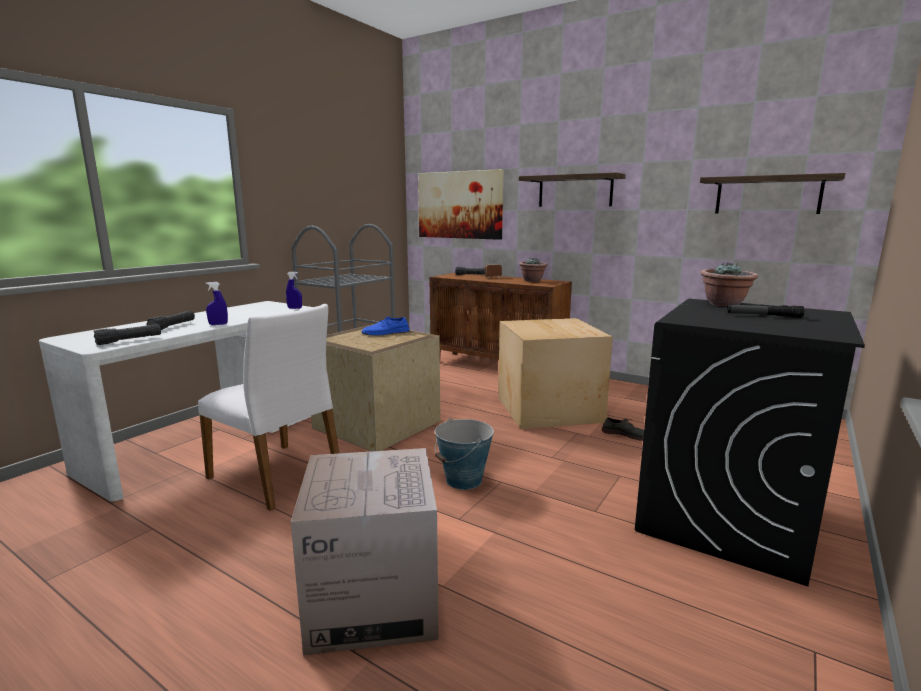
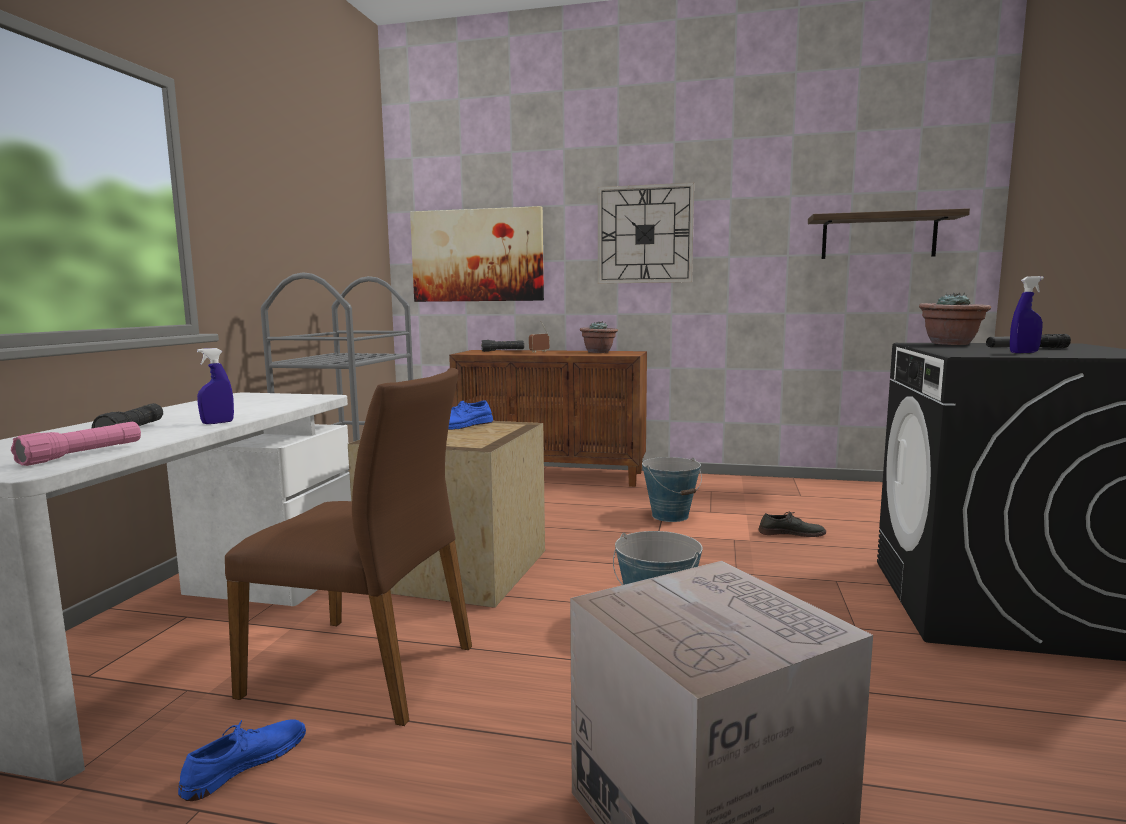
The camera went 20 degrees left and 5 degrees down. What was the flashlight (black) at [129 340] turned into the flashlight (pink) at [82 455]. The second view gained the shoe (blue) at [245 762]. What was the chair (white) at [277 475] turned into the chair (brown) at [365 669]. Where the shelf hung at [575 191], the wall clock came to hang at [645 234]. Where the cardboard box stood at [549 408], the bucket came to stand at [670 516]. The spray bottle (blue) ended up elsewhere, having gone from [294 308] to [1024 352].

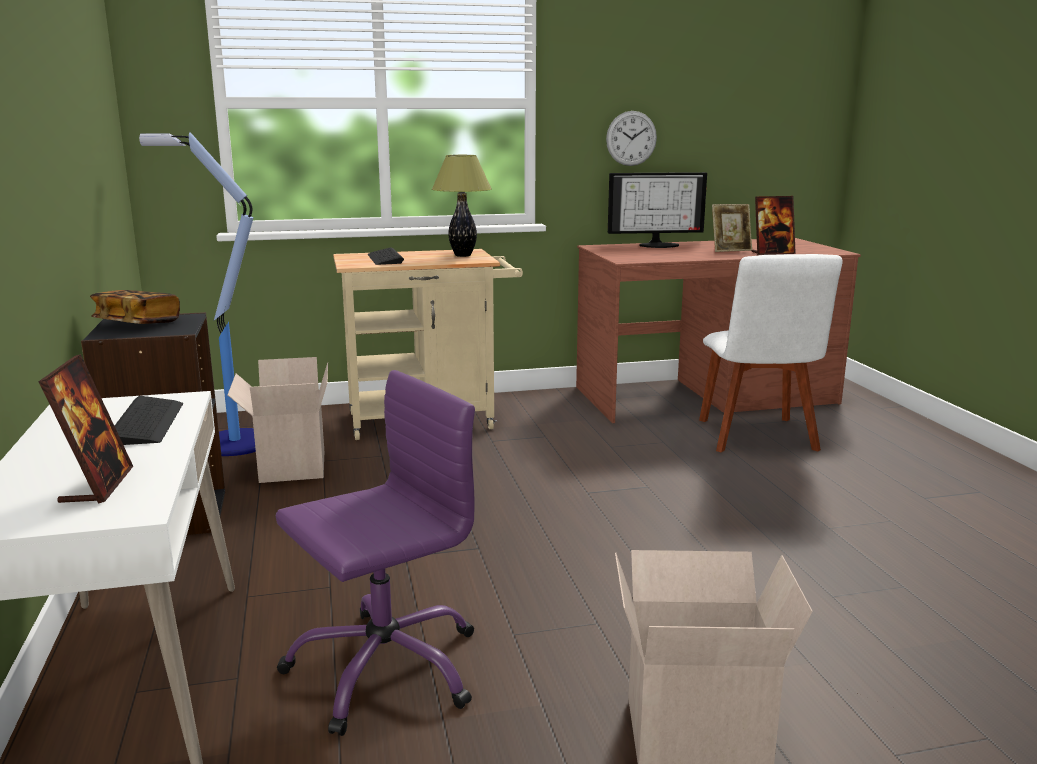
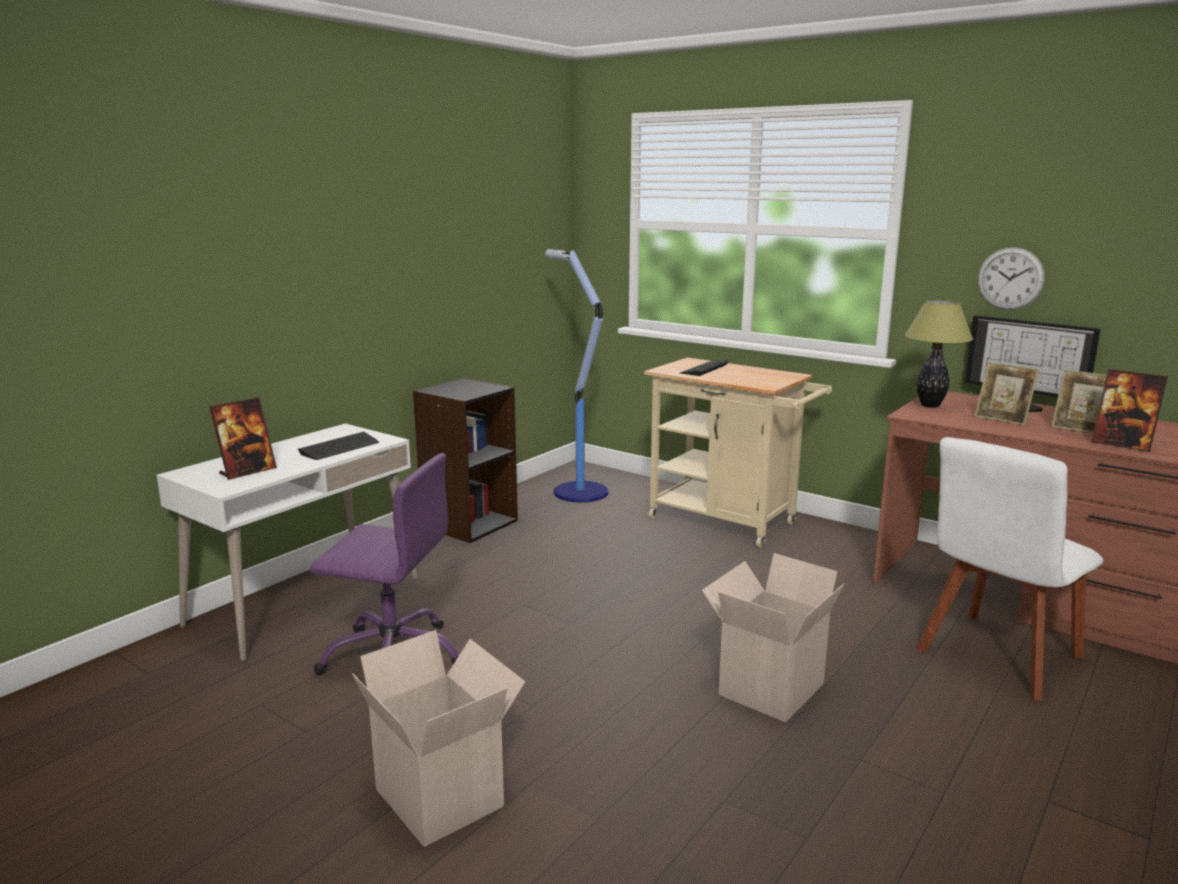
The camera went 50 degrees right and 0 degrees up. The cardboard box ended up elsewhere, having gone from [290 466] to [769 687]. The table lamp ended up elsewhere, having gone from [462 255] to [929 405]. The second view gained the picture frame at [1002 419]. The second view lost the book at [137 323].

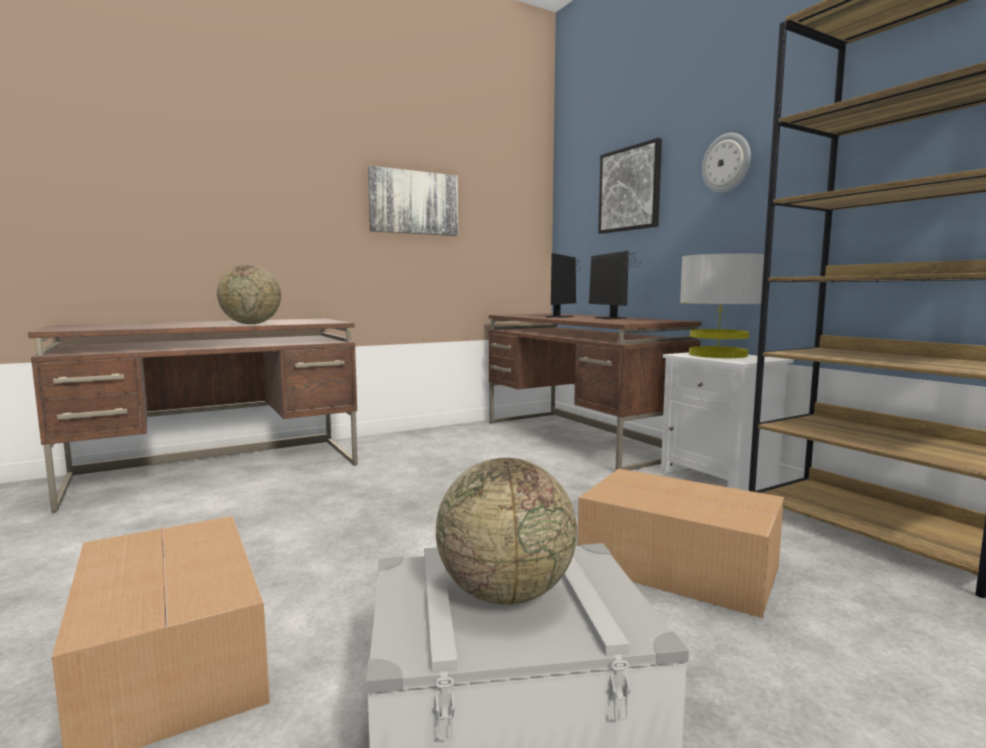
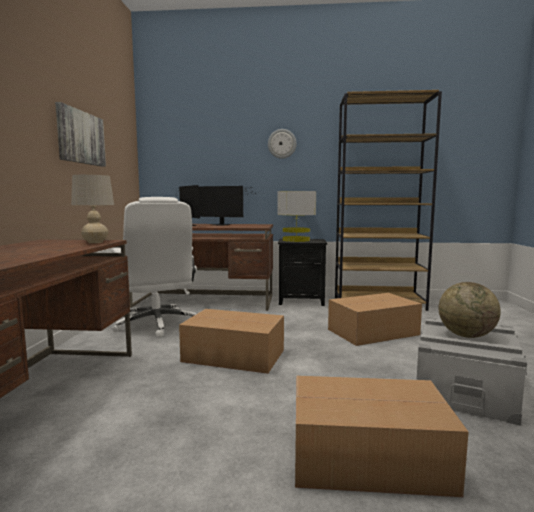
The camera went 55 degrees left and 0 degrees up. The second view gained the table lamp (beige) at [95 242]. The second view gained the office chair (white) at [157 324]. The second view gained the cardboard box at [235 356]. What was the nightstand (white) at [721 478] turned into the nightstand (black) at [302 300]. The second view lost the globe at [251 324]. The second view lost the picture at [630 189].

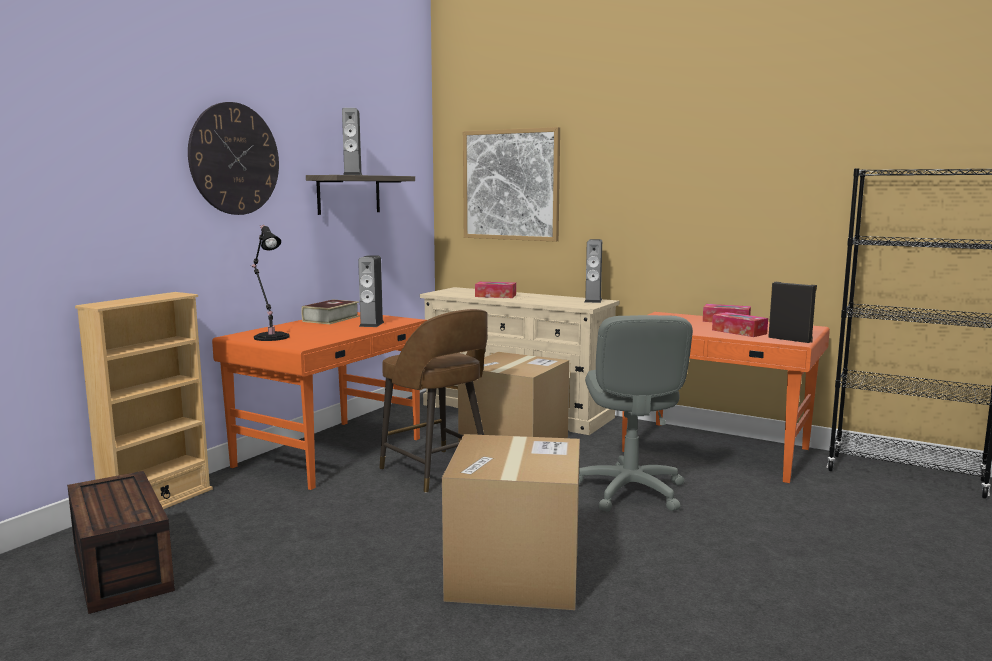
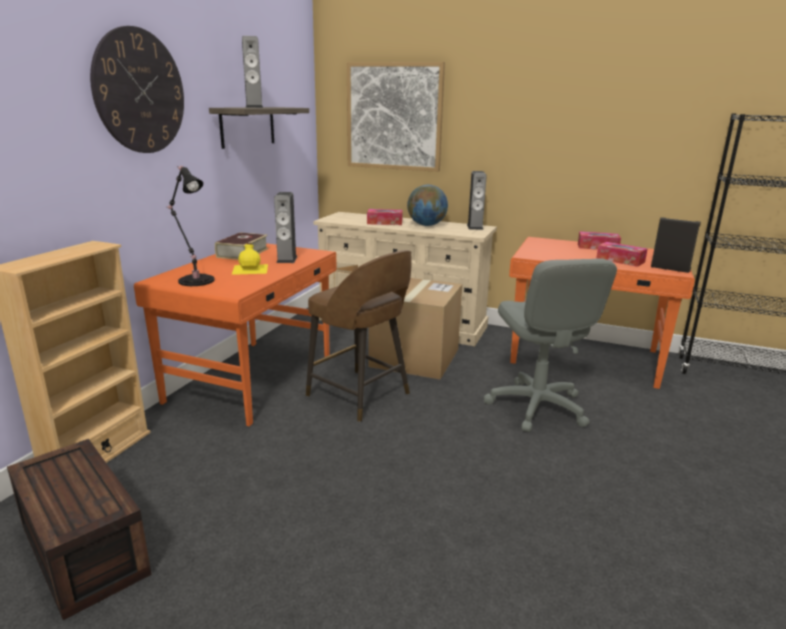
The camera went 10 degrees left and 10 degrees up. The second view gained the bottle (yellow) at [251 269]. The second view gained the globe at [426 225]. The second view lost the cardboard box at [515 572].

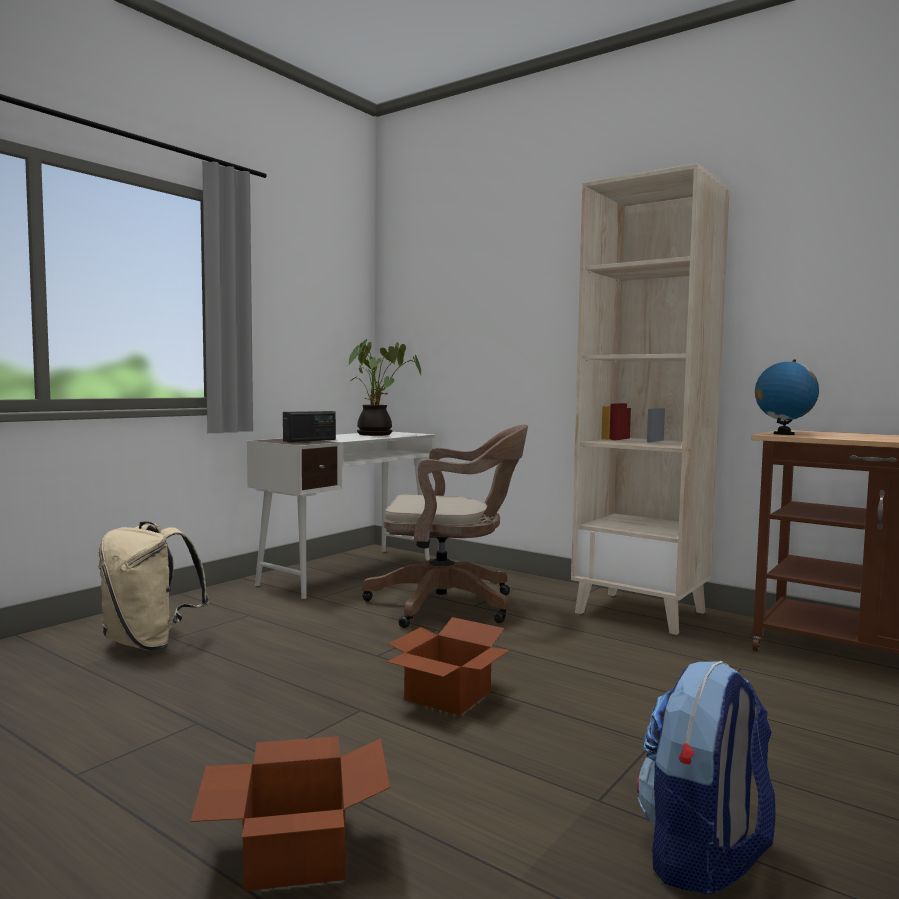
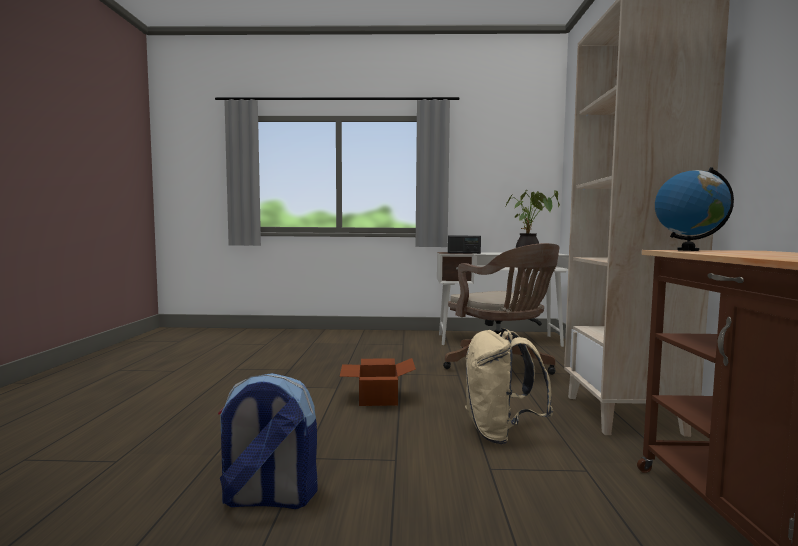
The camera went 55 degrees right and 0 degrees up. The backpack (beige) ended up elsewhere, having gone from [150 643] to [500 433]. The second view lost the cardboard box at [292 852].

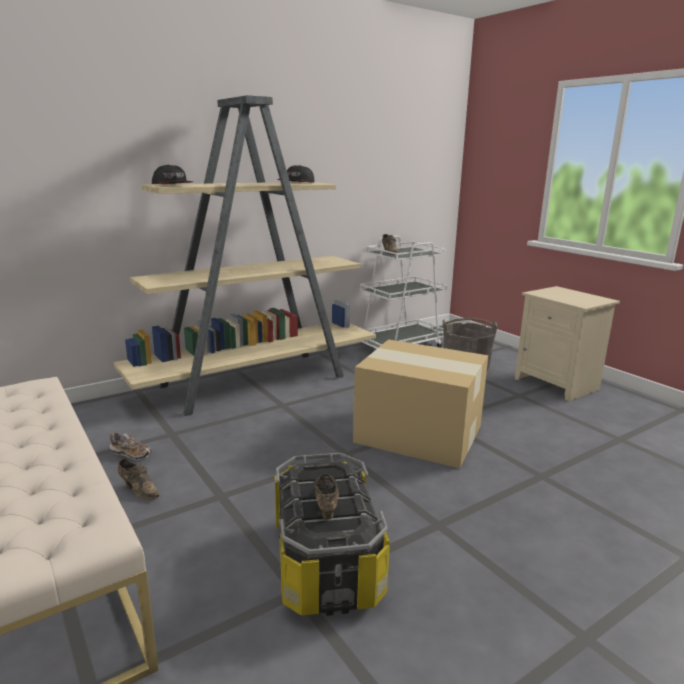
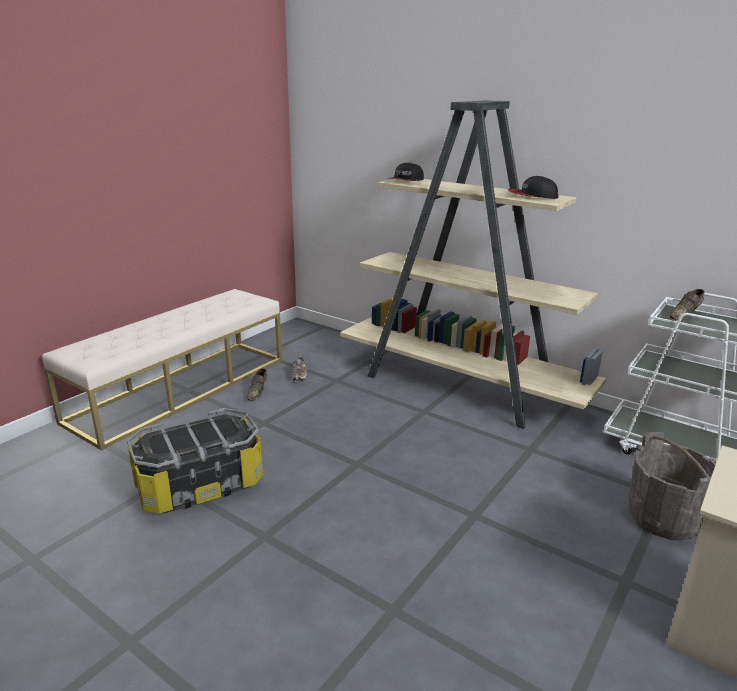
The camera went 70 degrees right and 5 degrees up. The second view lost the shoe (brown) at [326 506]. The second view lost the cardboard box at [417 433].

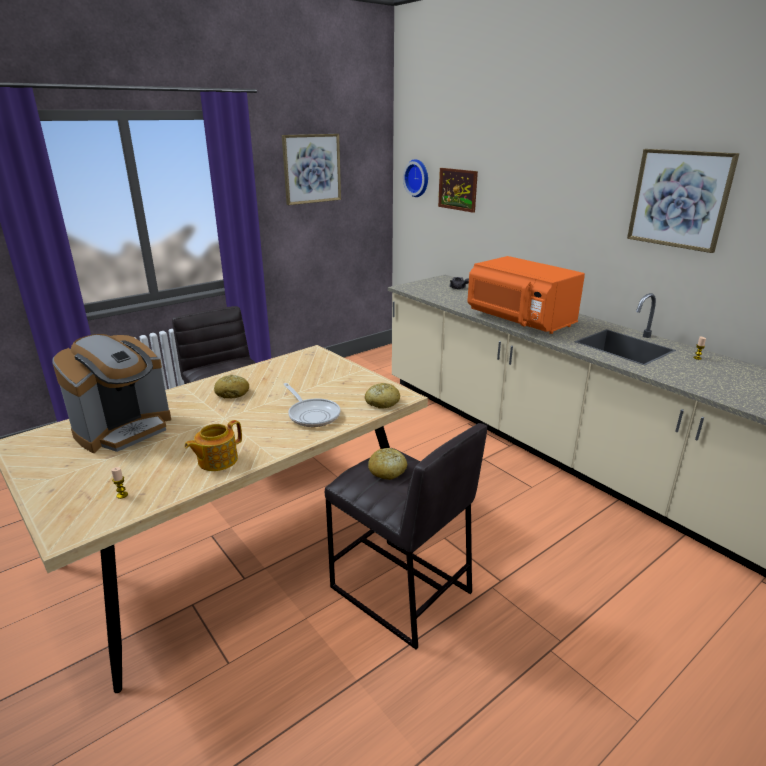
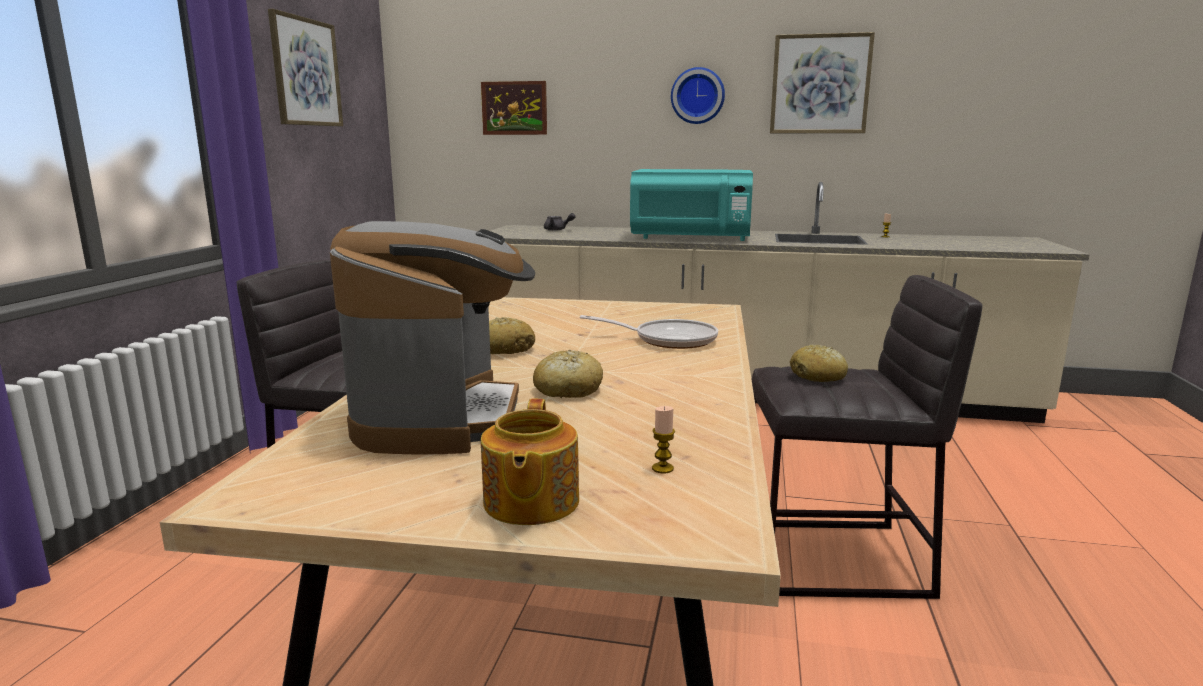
The camera went 40 degrees left and 10 degrees down. The teapot ended up elsewhere, having gone from [216 460] to [529 503]. The bread ended up elsewhere, having gone from [382 402] to [568 390]. What was the microwave (orange) at [520 321] turned into the microwave (turquoise) at [691 238]. The wall clock ended up elsewhere, having gone from [418 178] to [698 96].

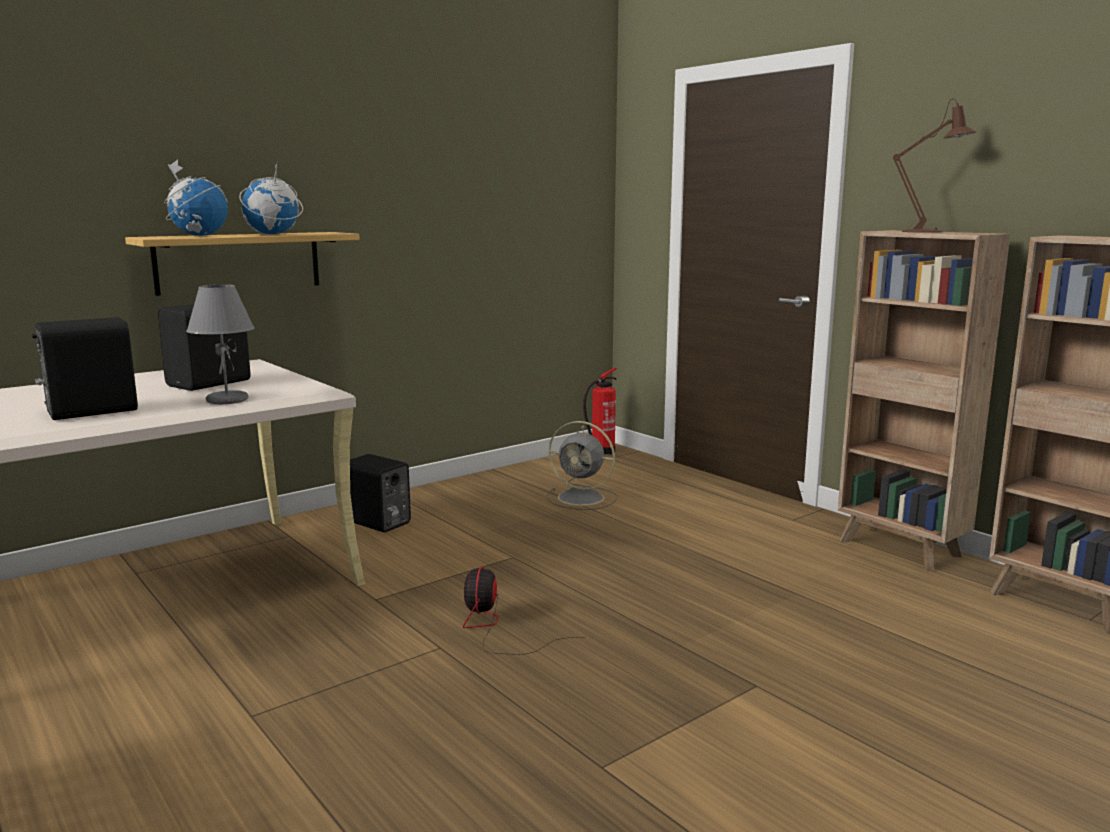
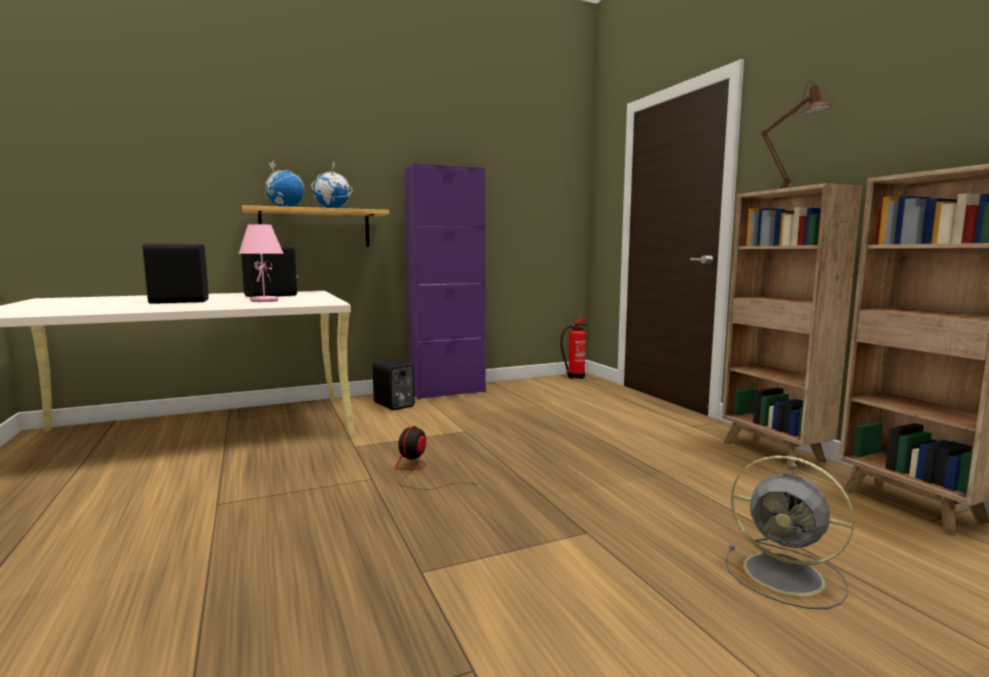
The camera went 15 degrees right and 5 degrees down. What was the table lamp (grey) at [227 400] turned into the table lamp (pink) at [264 301]. The second view gained the cabinet (purple) at [447 392]. The fan (grey) ended up elsewhere, having gone from [583 498] to [787 575].

